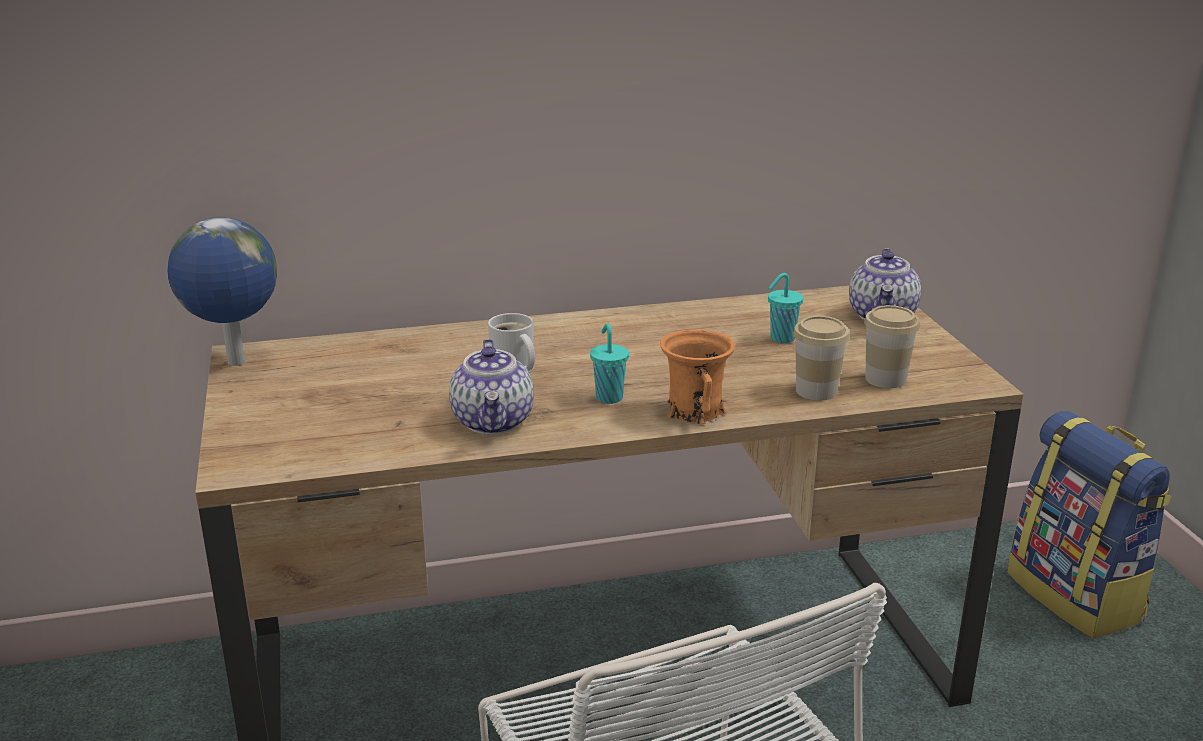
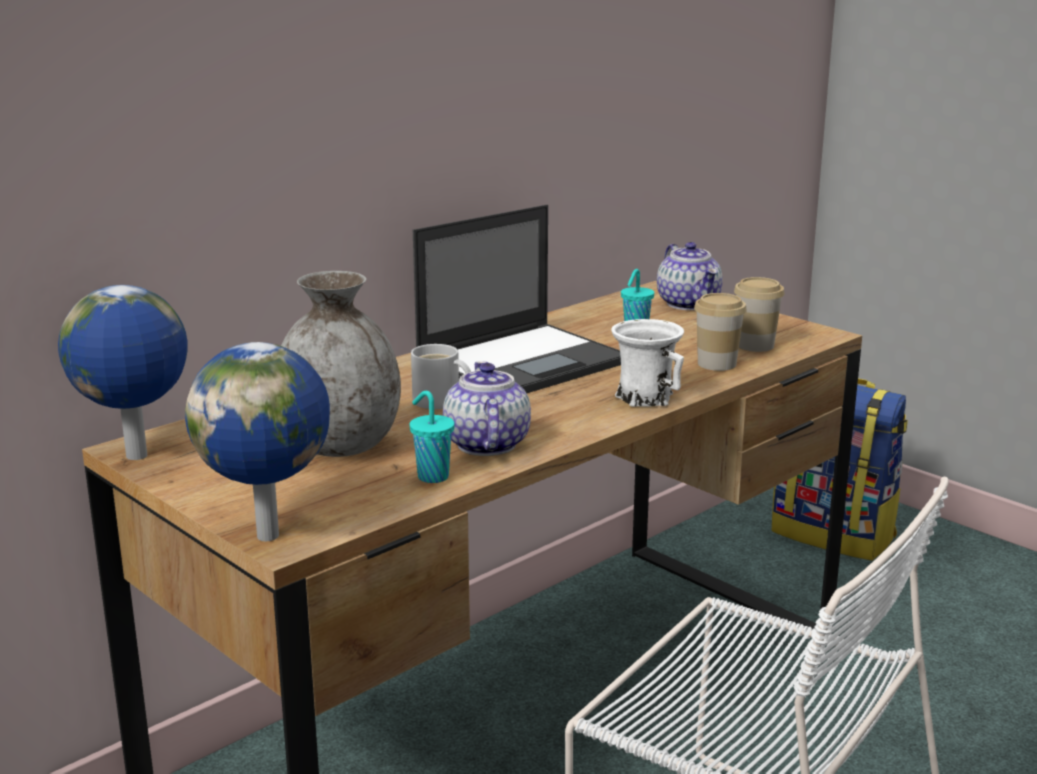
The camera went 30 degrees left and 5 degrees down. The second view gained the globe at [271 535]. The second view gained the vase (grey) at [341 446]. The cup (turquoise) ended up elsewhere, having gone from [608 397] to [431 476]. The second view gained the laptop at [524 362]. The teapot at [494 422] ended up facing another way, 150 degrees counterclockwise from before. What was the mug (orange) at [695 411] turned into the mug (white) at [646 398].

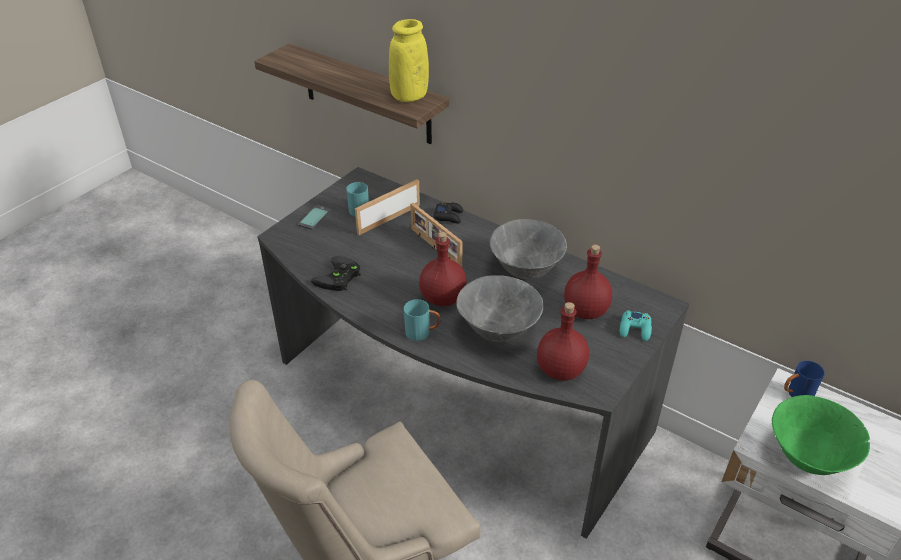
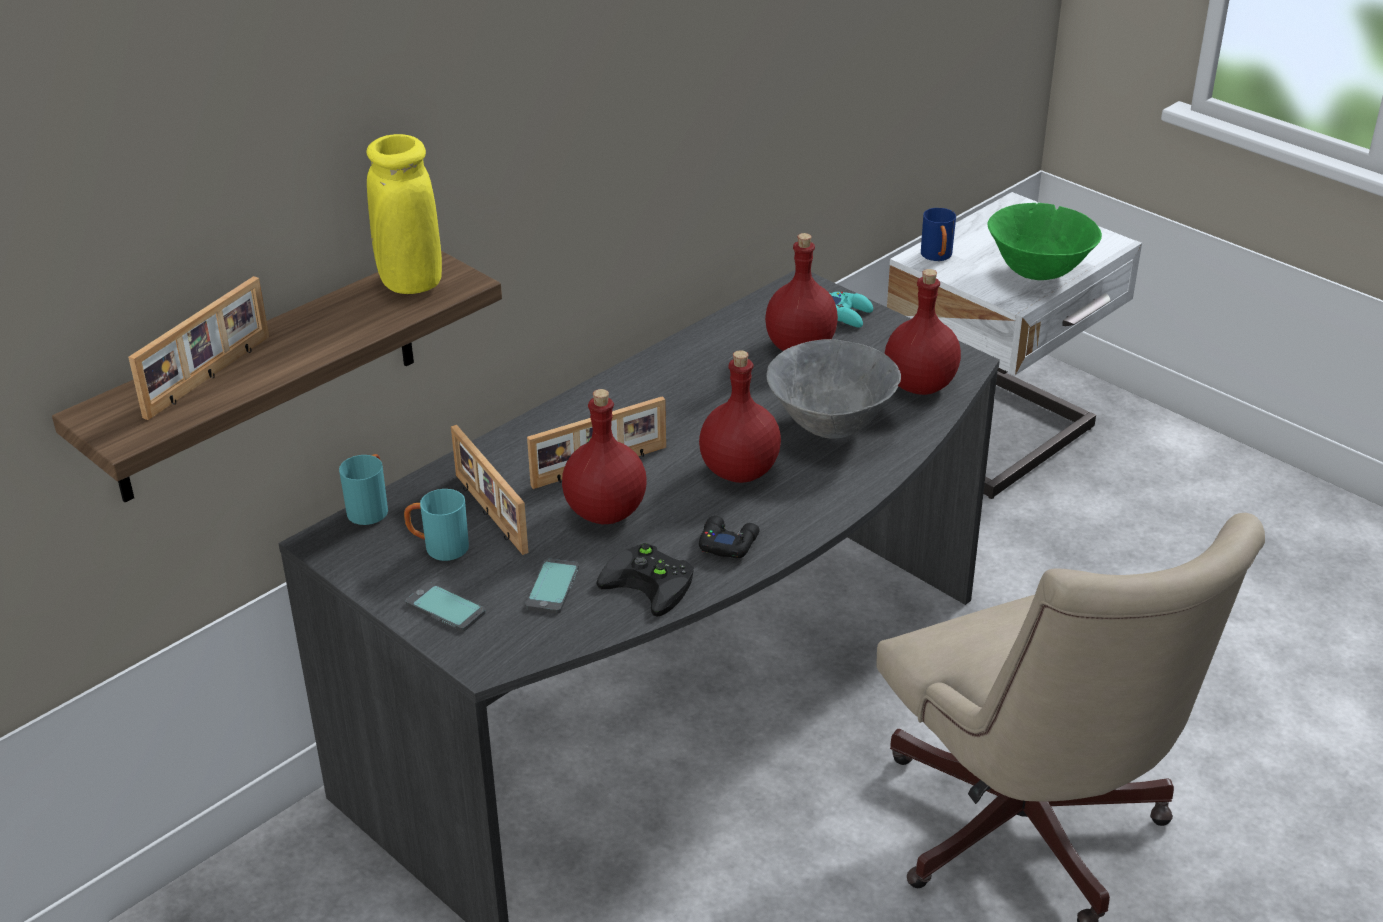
The camera went 80 degrees left and 5 degrees down. The second view gained the picture frame at [210 377]. The mug (turquoise) ended up elsewhere, having gone from [422 333] to [371 508]. The second view gained the phone at [553 587]. The second view gained the bottle (red) at [607 512]. The game controller (black) ended up elsewhere, having gone from [449 216] to [728 543]. The second view lost the bowl (grey) at [526 271].

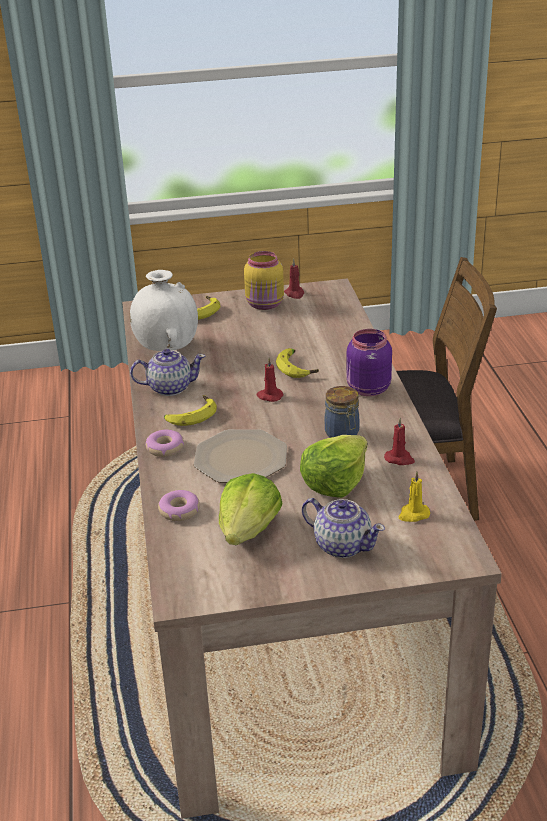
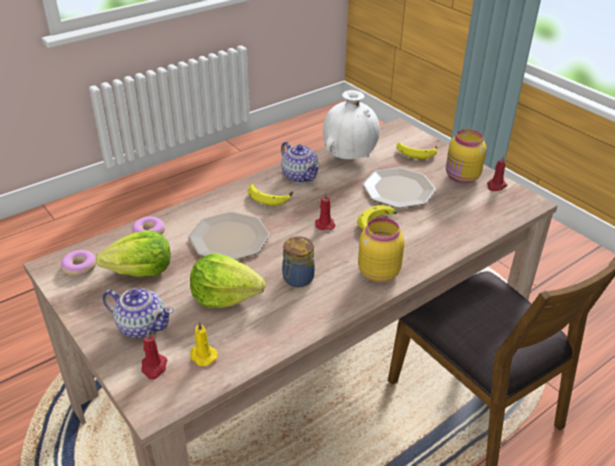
The camera went 60 degrees right and 5 degrees up. The donut ended up elsewhere, having gone from [165 448] to [79 267]. The teapot at [342 545] ended up facing another way, 75 degrees counterclockwise from before. The candle (red) ended up elsewhere, having gone from [399 459] to [154 367]. What was the jar (purple) at [367 389] turned into the jar (yellow) at [377 272]. The second view gained the plate at [398 189].

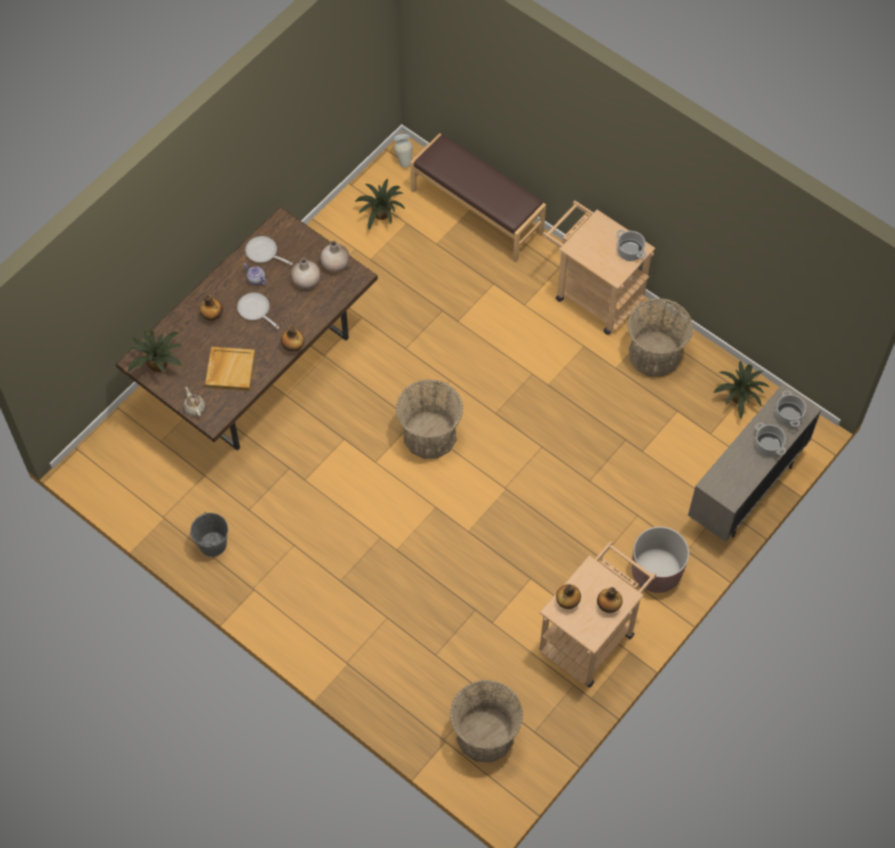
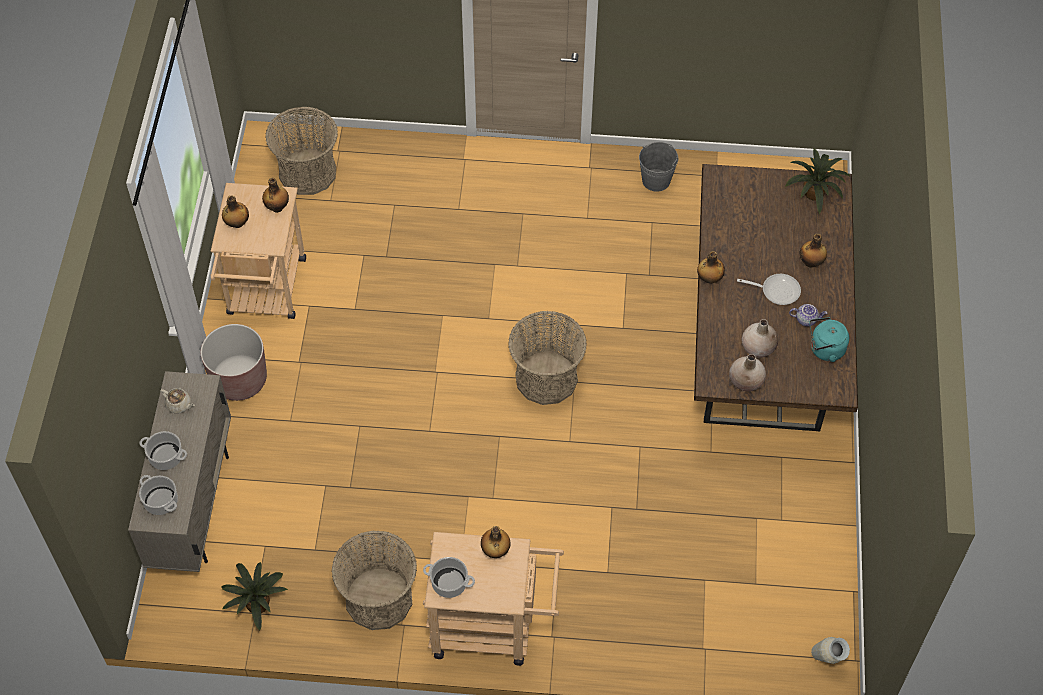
The camera went 145 degrees right and 5 degrees down. The teapot (beige) ended up elsewhere, having gone from [194 407] to [179 405]. The second view gained the bottle at [495 551]. Where the frying pan stood at [264 253], the kettle (turquoise) came to stand at [824 349]. The second view lost the tray (beige) at [230 369]. The second view lost the potted plant at [381 215]. The second view lost the bench (brown) at [477 211].

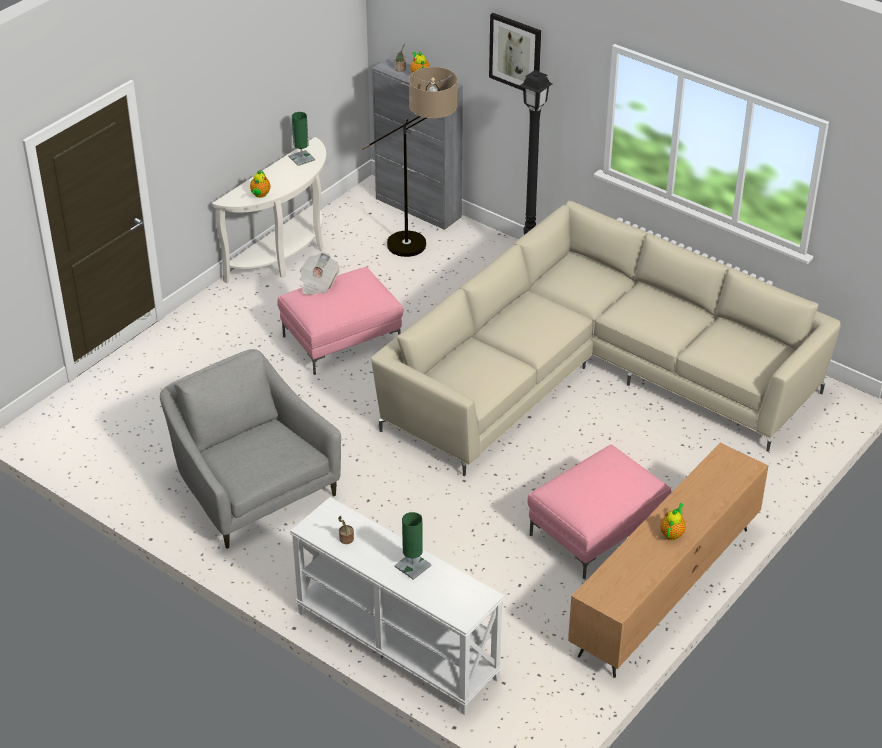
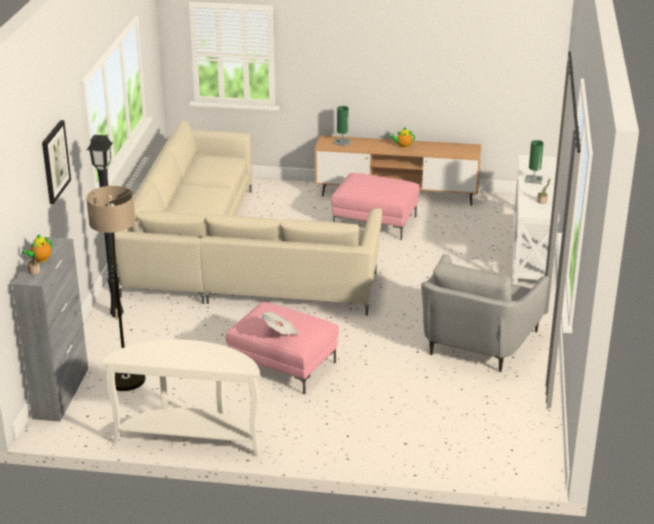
The camera went 120 degrees left and 10 degrees down. The table lamp (green) ended up elsewhere, having gone from [301 158] to [342 142]. The second view lost the teapot at [260 195].

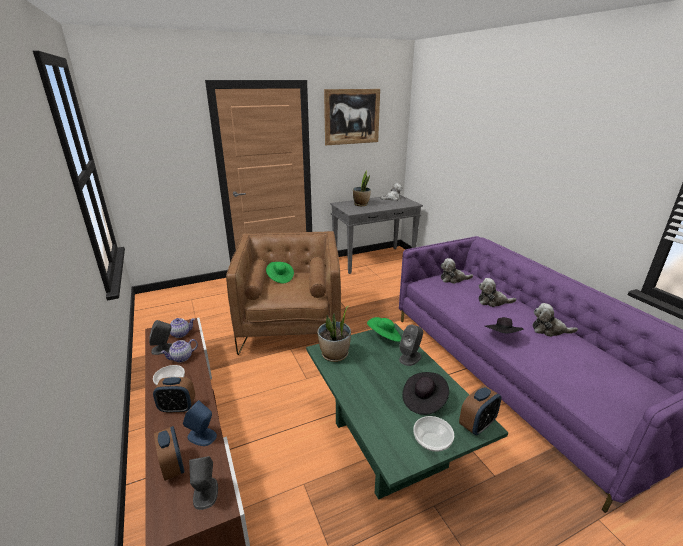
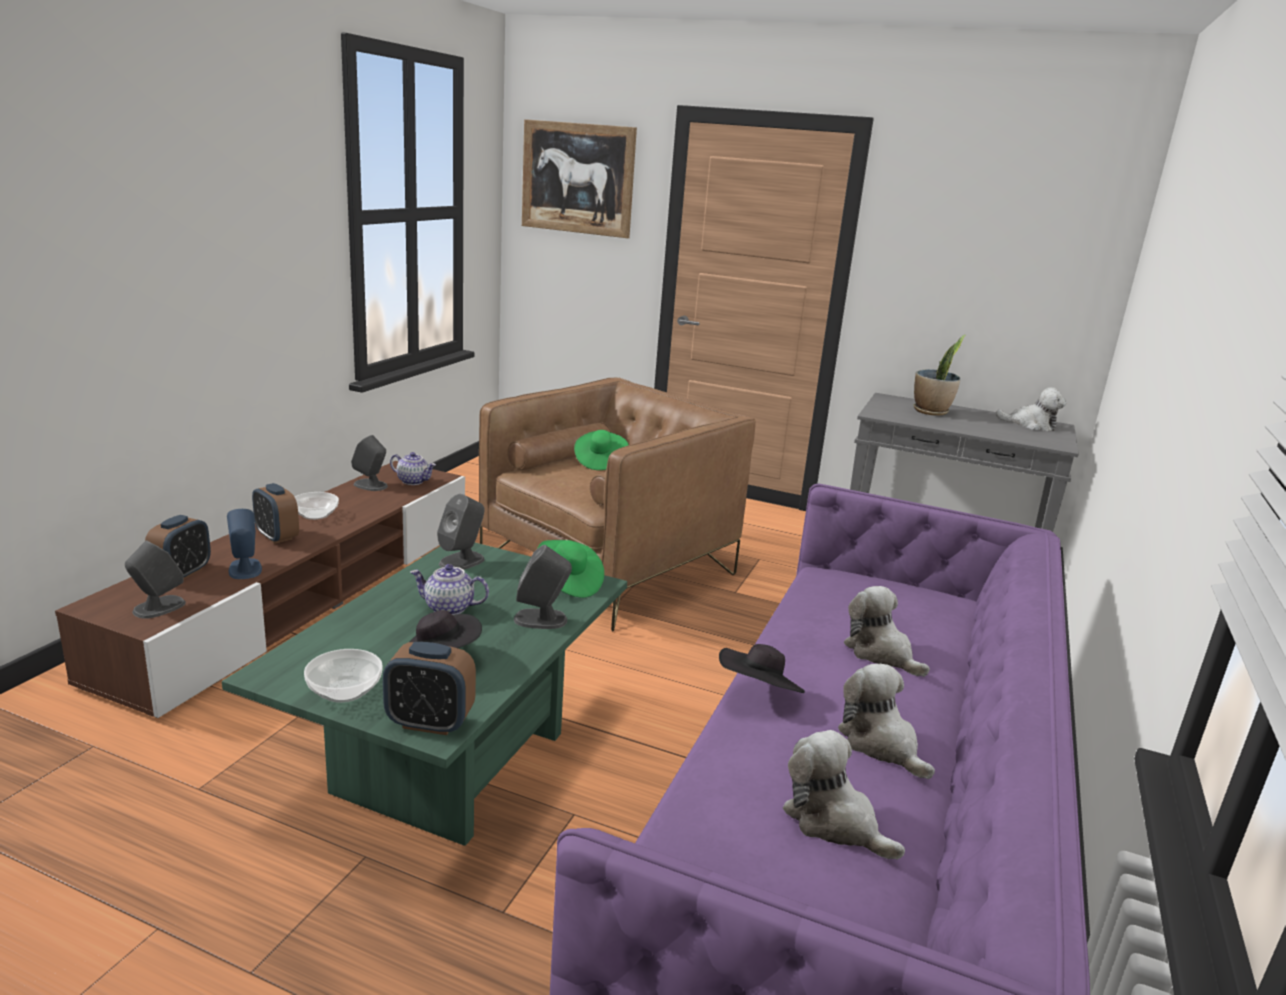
The camera went 45 degrees right and 5 degrees down. The teapot ended up elsewhere, having gone from [181 358] to [448 608]. Where the potted plant stood at [334 355], the speaker (grey) came to stand at [462 561]. The picture ended up elsewhere, having gone from [352 117] to [577 178]. The plush toy ended up elsewhere, having gone from [453 279] to [834 822].

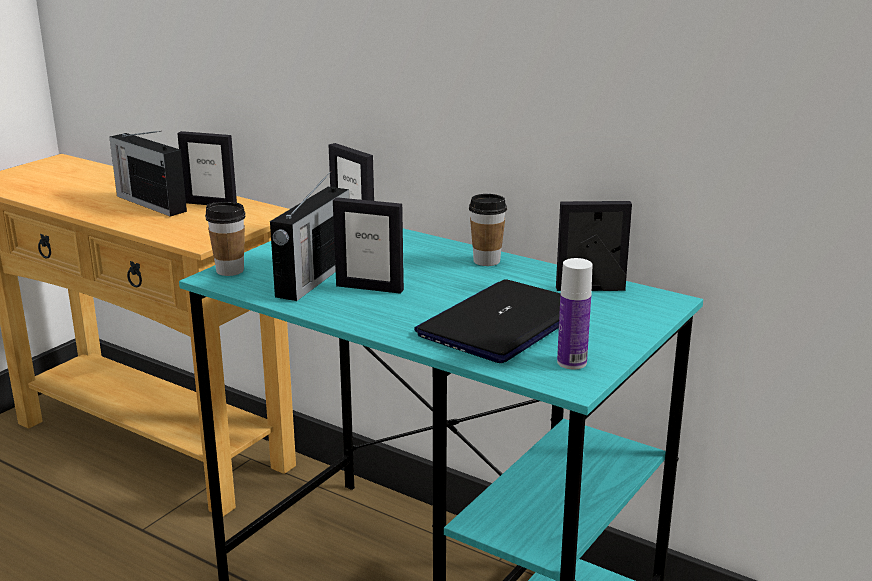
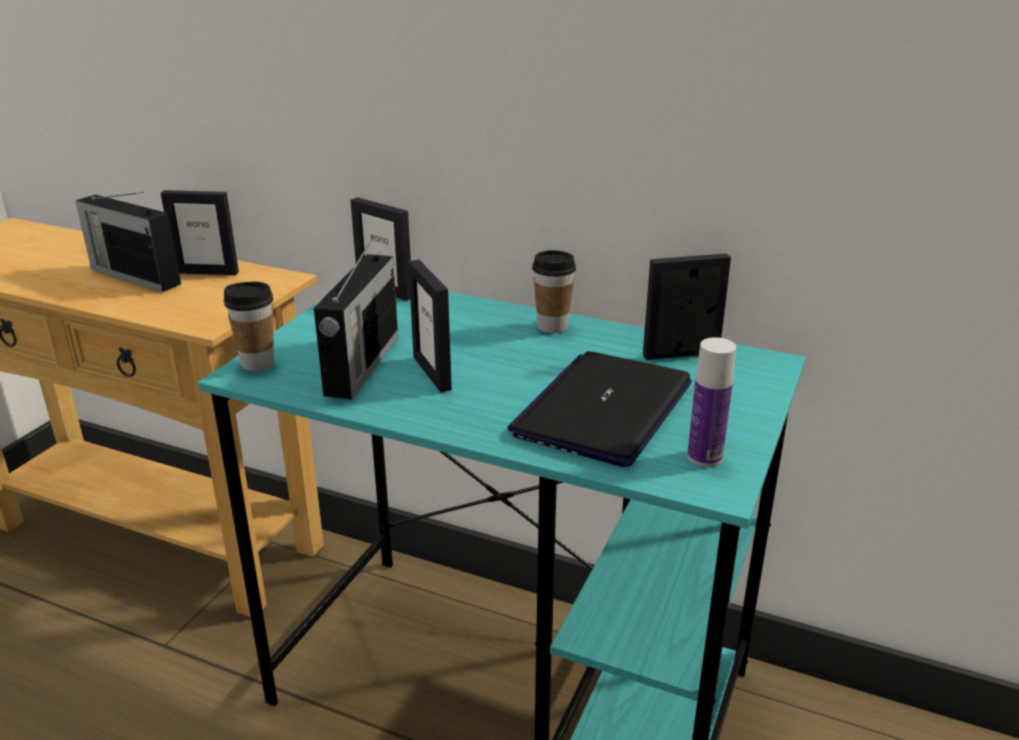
The camera went 10 degrees left and 5 degrees up. The picture frame at [370 287] ended up facing another way, 60 degrees clockwise from before.

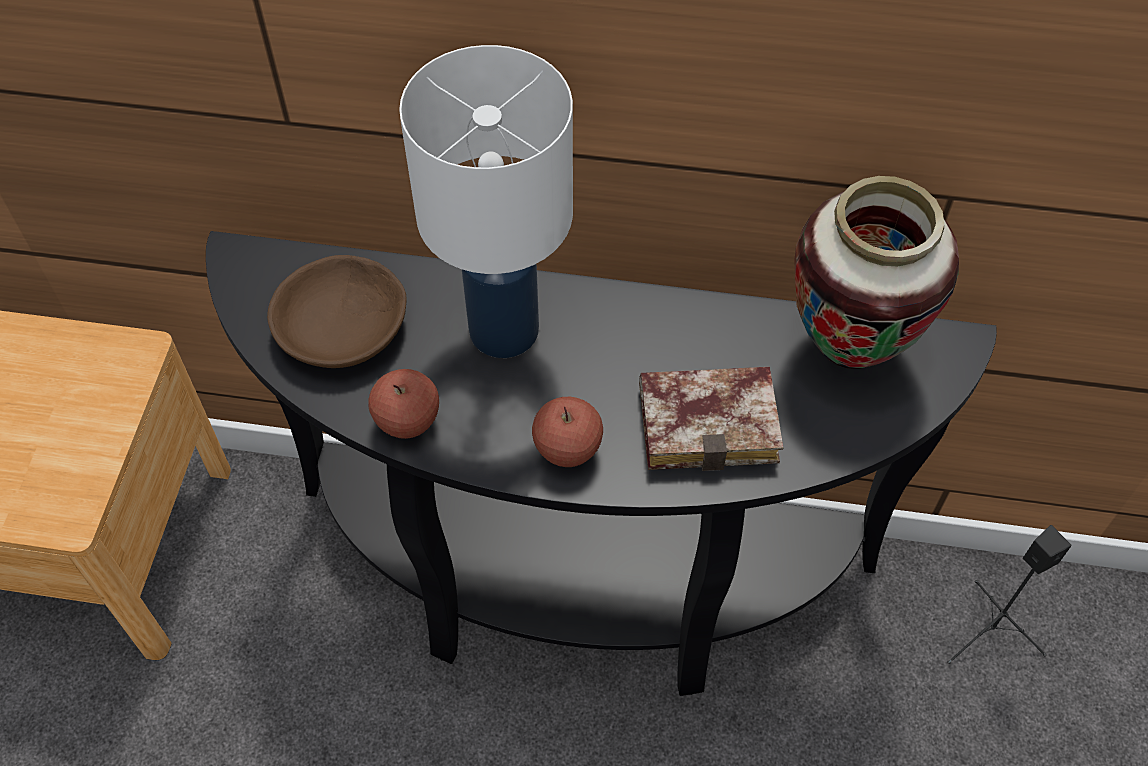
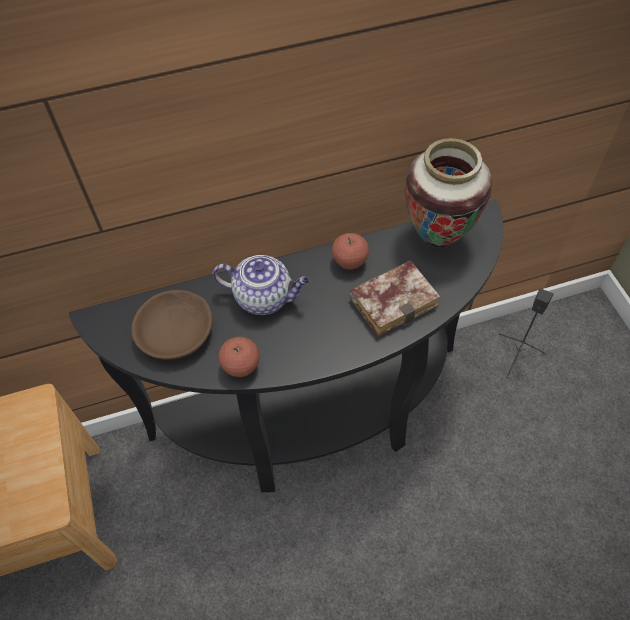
The camera went 25 degrees left and 0 degrees up. Where the table lamp (white) stood at [506 330], the teapot came to stand at [264 297]. The apple ended up elsewhere, having gone from [567 449] to [350 262].

